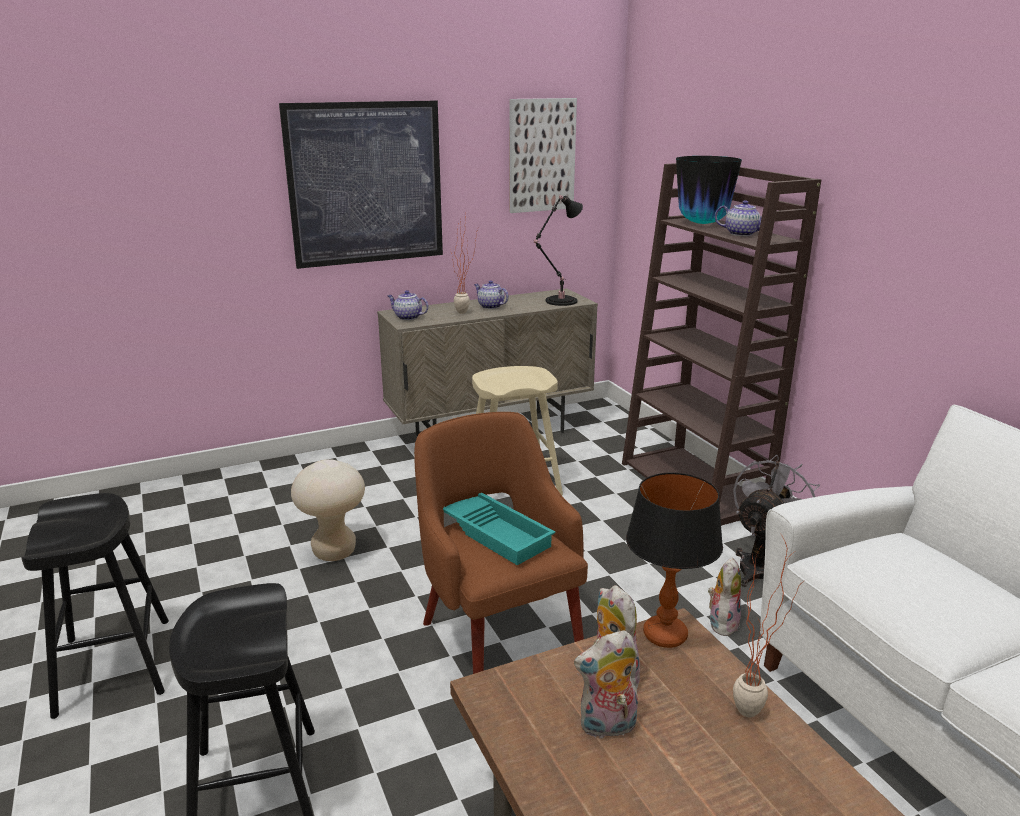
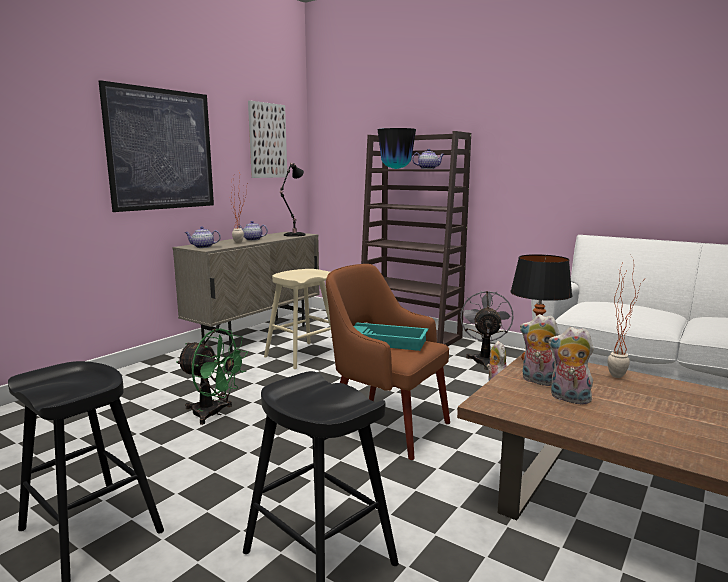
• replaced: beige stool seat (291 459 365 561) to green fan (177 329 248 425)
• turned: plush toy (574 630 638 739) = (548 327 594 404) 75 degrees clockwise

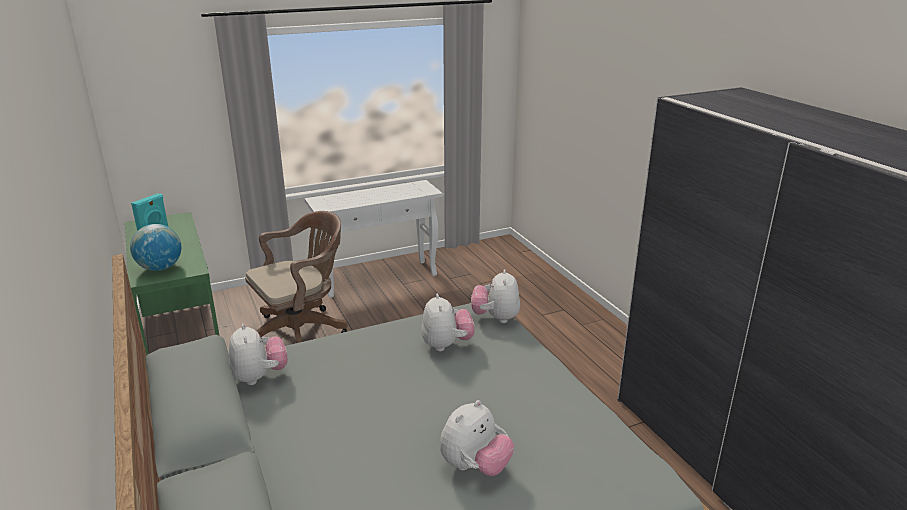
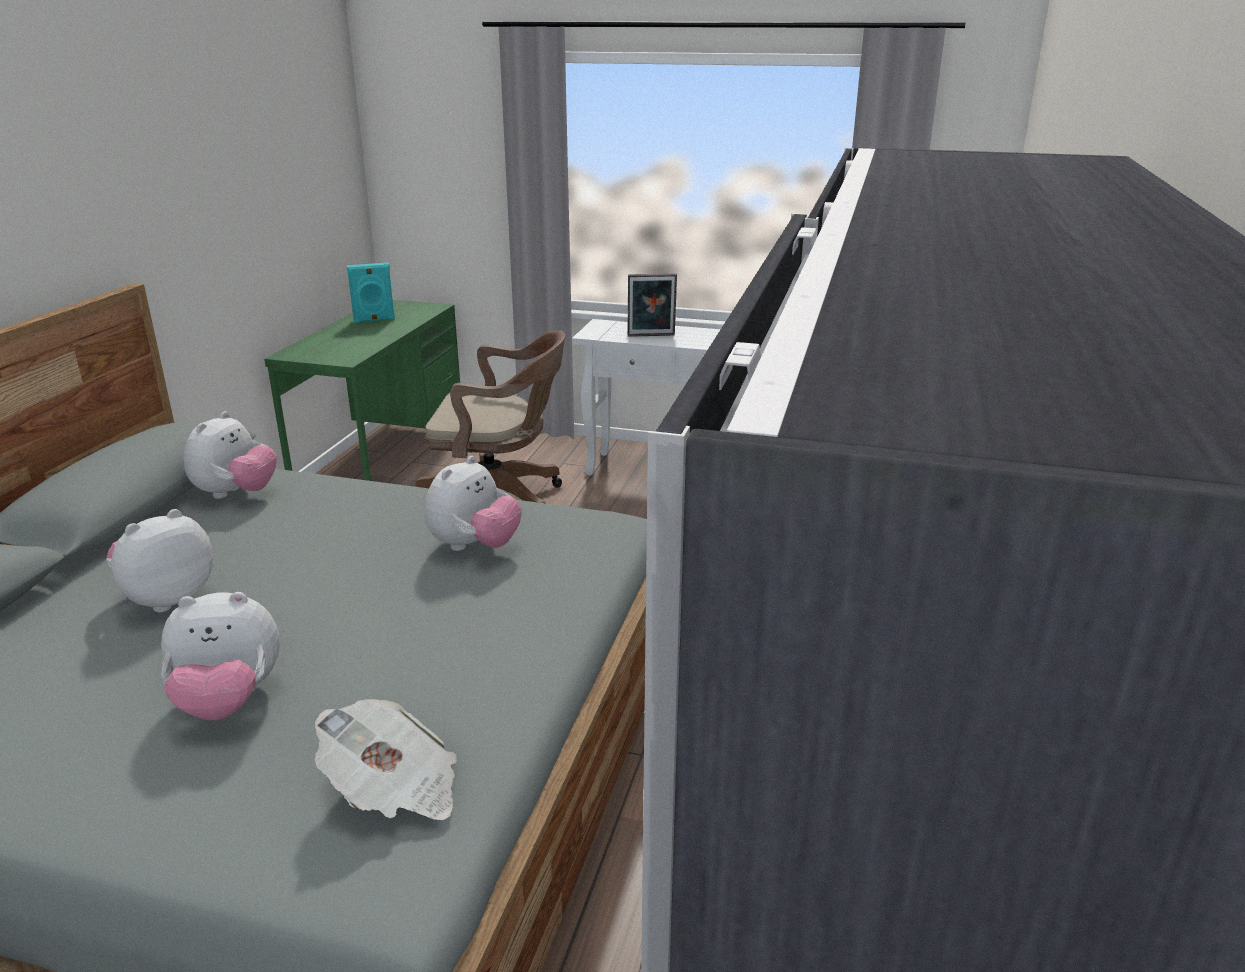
• moved: plush toy (471 269 520 323) to (106 509 213 612)
• added: newspaper (314 699 457 820)
• added: standing frame (627 273 677 337)
• removed: globe (130 224 181 271)

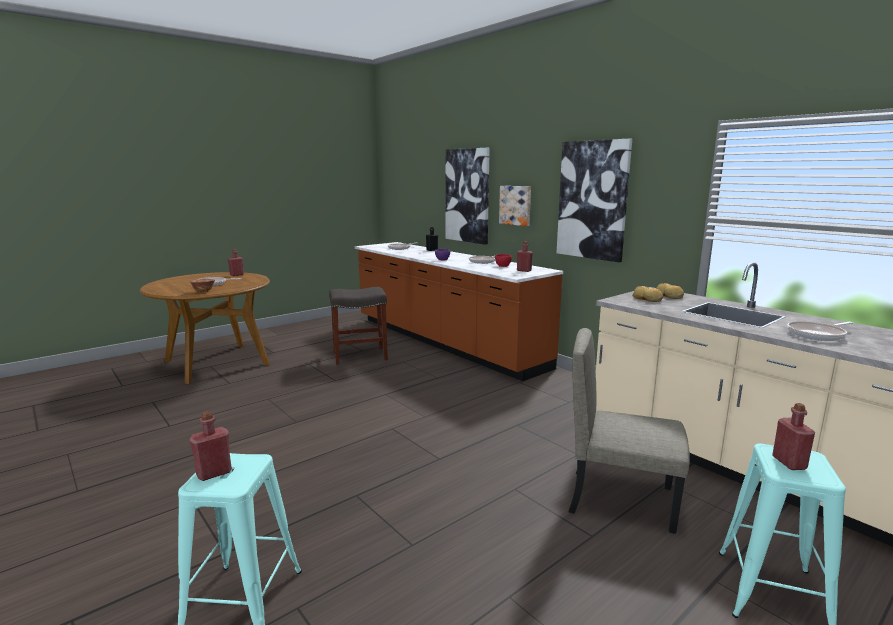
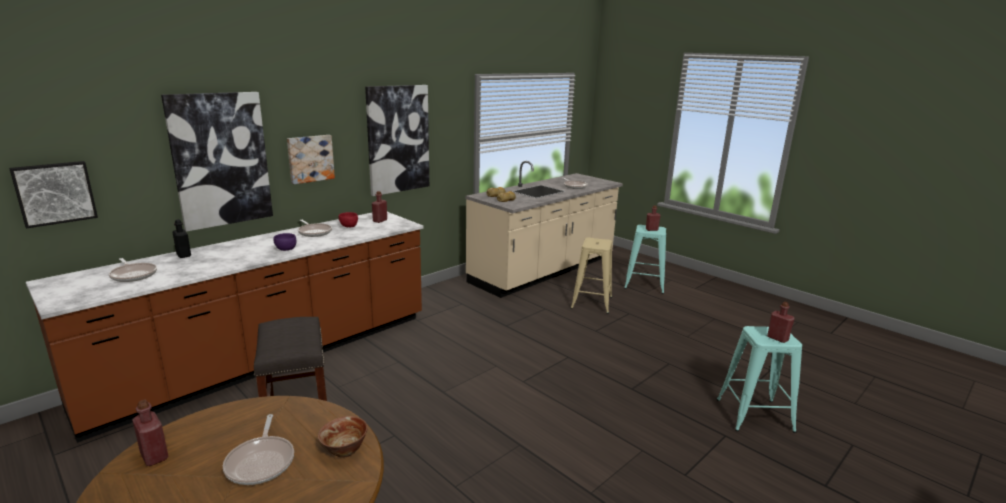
• added: picture (9 161 98 229)
• replaced: beige chair (568 328 690 534) to beige stool seat (571 238 612 314)

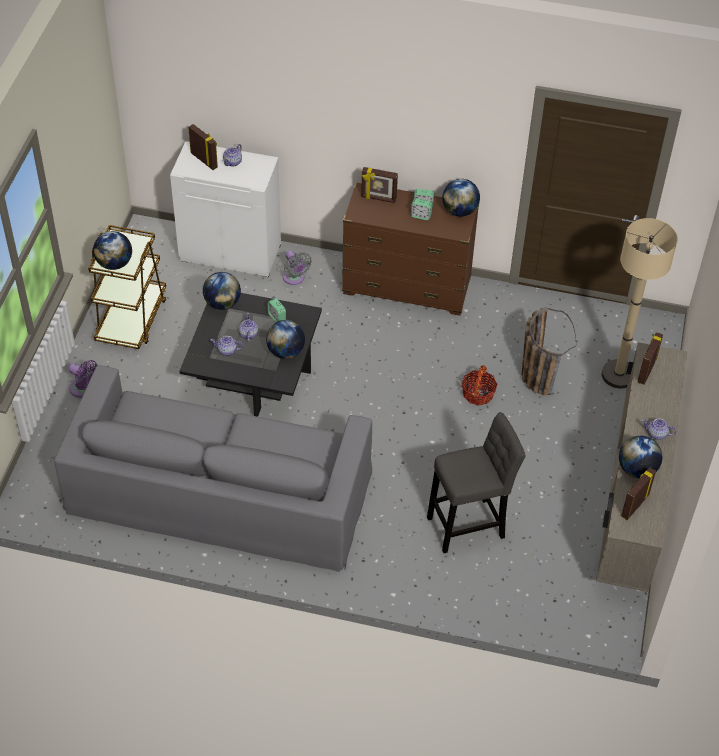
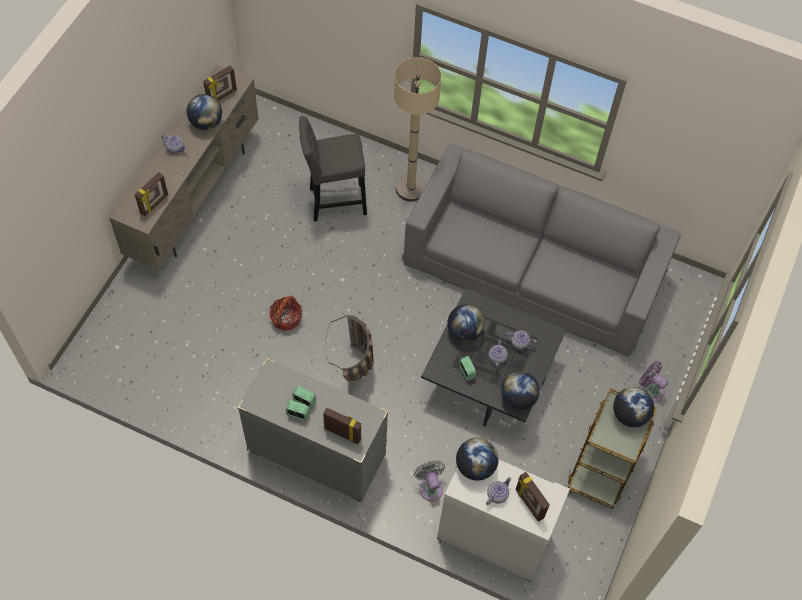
• recoloured: brown drawer chest (342 182 479 316) to gray drawer chest (237 358 388 502)
• moved: storage basket (522 307 576 395) to (325 315 374 382)
• moved: beige standard lamp (601 218 678 389) to (394 57 441 202)
• moved: globe (442 179 480 217) to (456 438 499 481)

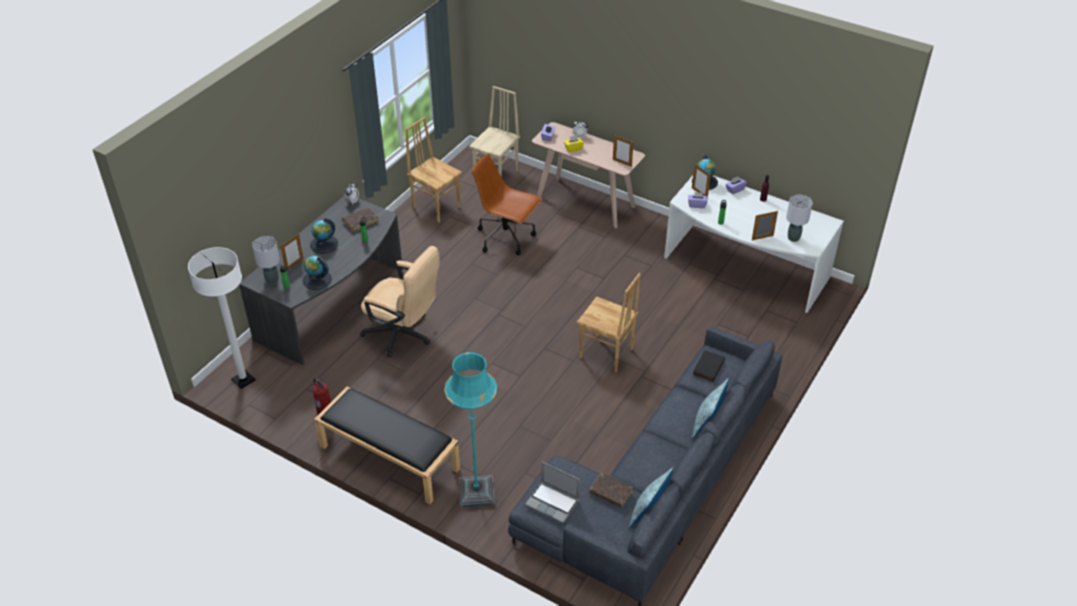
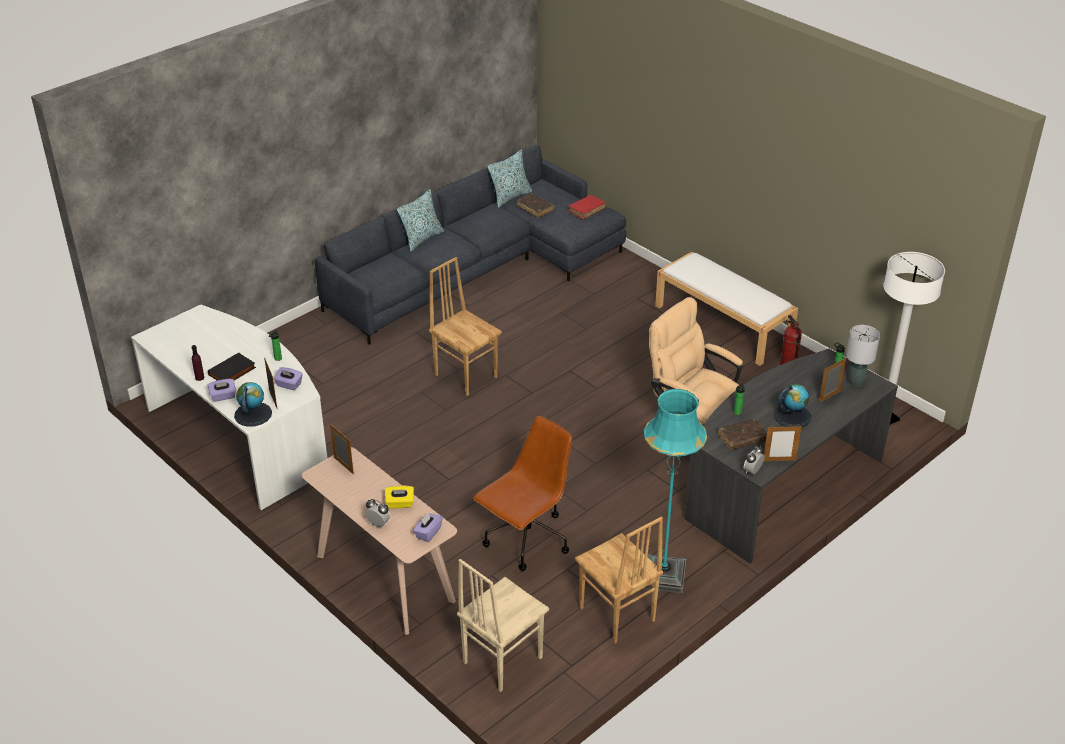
• moved: black-coloured book (692 350 725 382) to (208 353 256 380)
• turned: brown office chair (472 153 542 255) = (473 416 572 571) 90 degrees counterclockwise
• replaced: portable computer (525 462 580 523) to red book (568 195 606 219)
• moved: turquoise standard lamp (444 352 497 508) to (644 389 707 593)
• recoloured: black-coloured bench (314 387 460 504) to whitish bench (655 252 798 366)
• moved: standing frame (752 211 778 240) to (764 426 801 461)
• removed: globe (302 255 332 290)
• removed: gray lamp for a table (786 195 813 242)

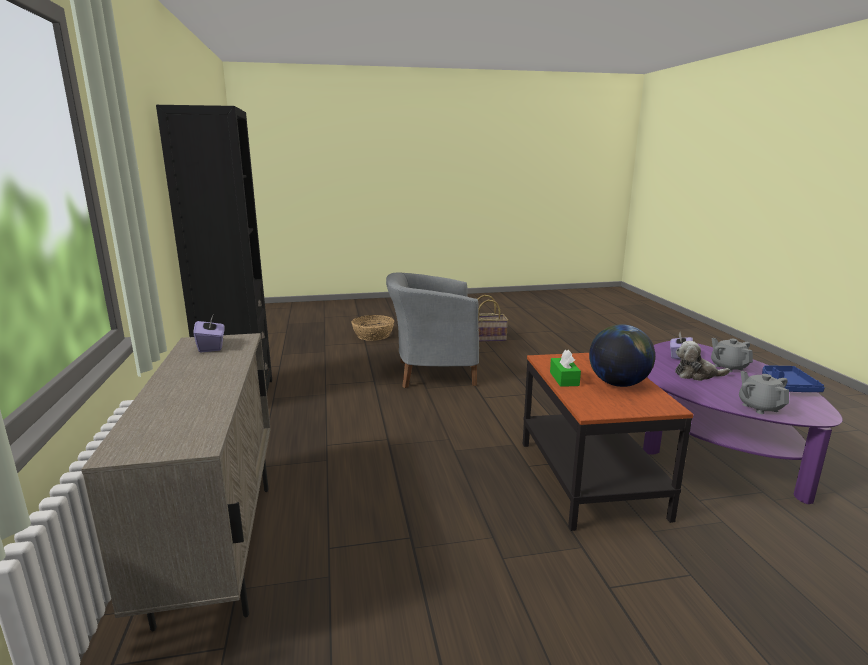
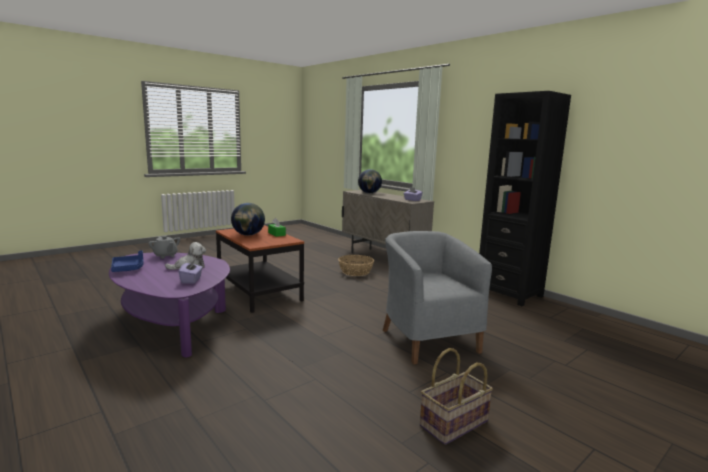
• moved: storage basket (352 315 394 341) to (338 255 374 276)
• added: globe (358 169 382 193)
• turned: gray easy chair (386 272 479 388) = (383 231 492 364) 75 degrees counterclockwise
• removed: gray tea pot (711 338 753 372)

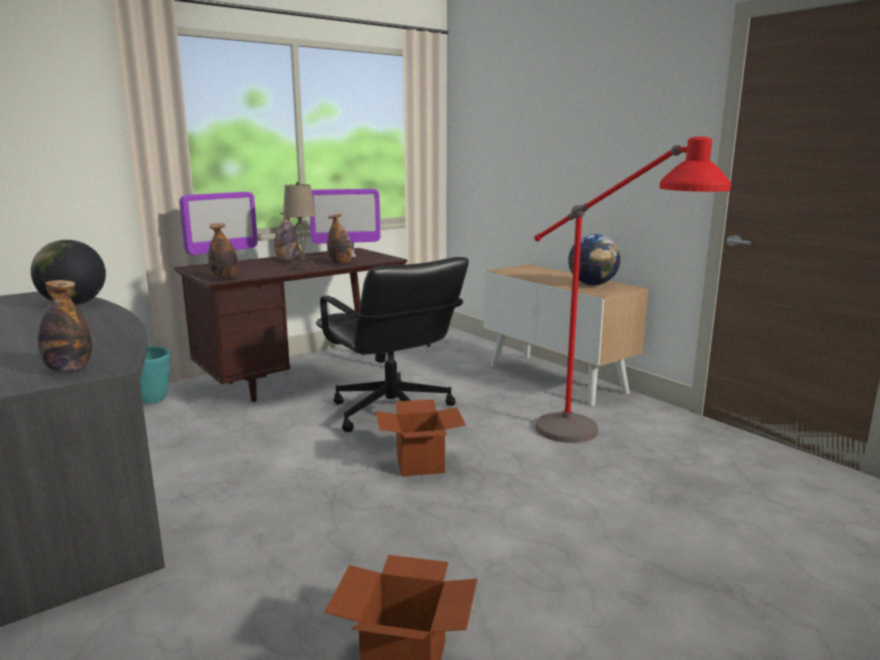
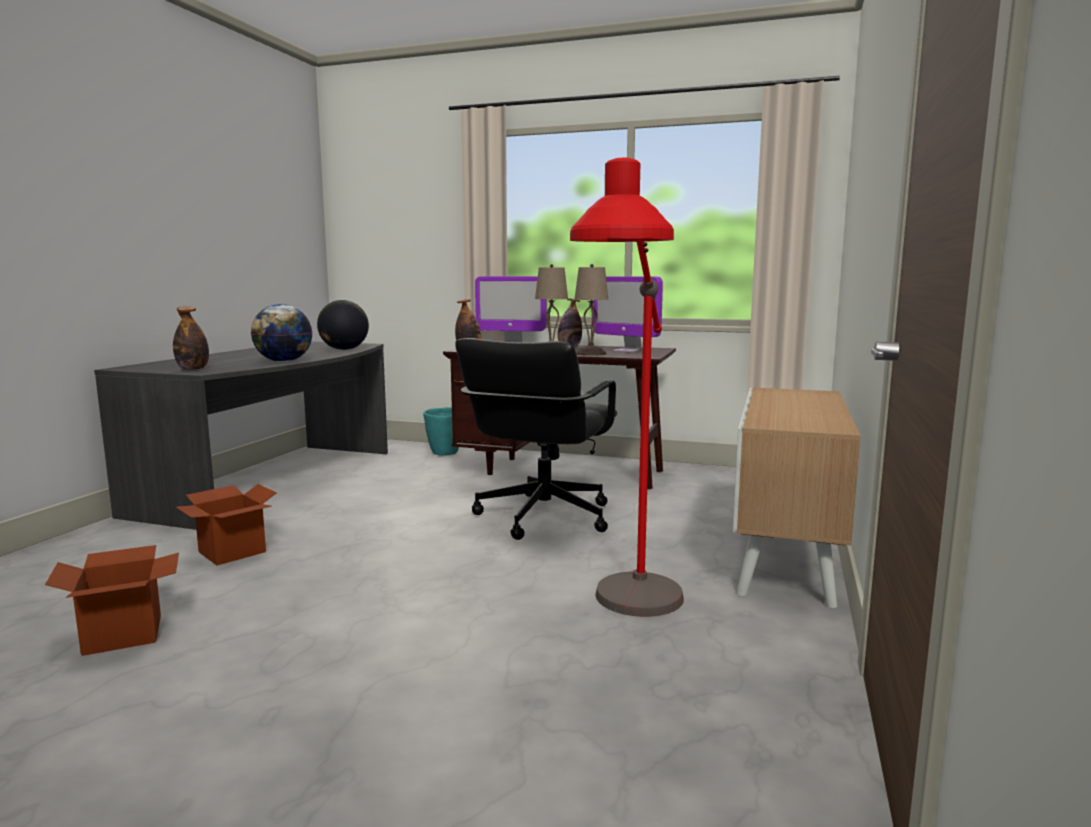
• moved: carton (376 399 466 477) to (176 484 276 565)
• moved: globe (568 234 621 285) to (251 304 313 362)
• replaced: beverage bottle (327 214 352 264) to beige lamp for a table (575 264 608 356)

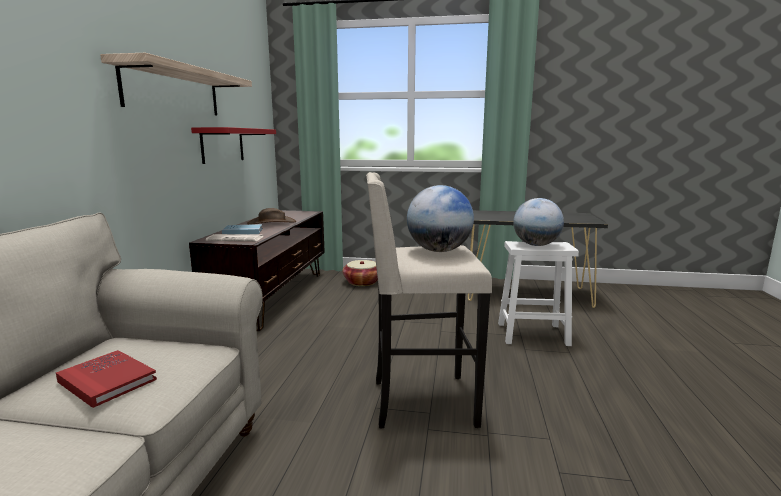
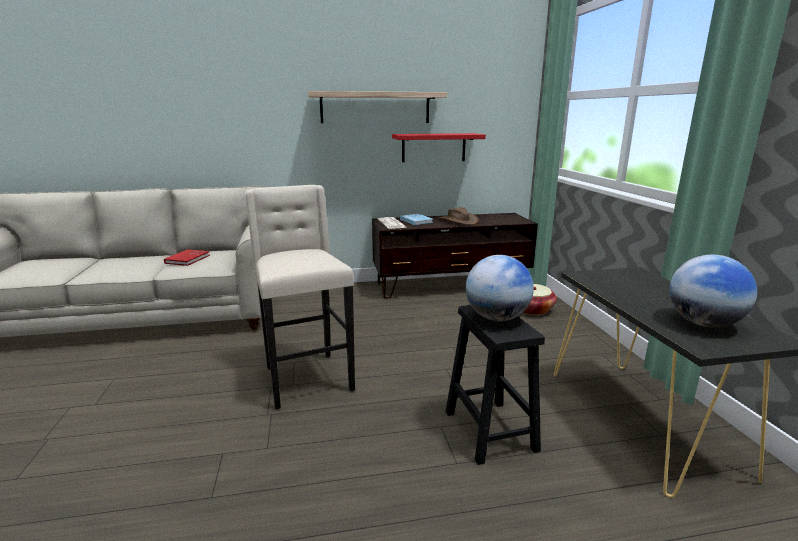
• recoloured: whitish stool seat (498 241 579 346) to black-coloured stool seat (446 305 545 465)
• moved: globe (407 185 474 252) to (669 255 757 327)

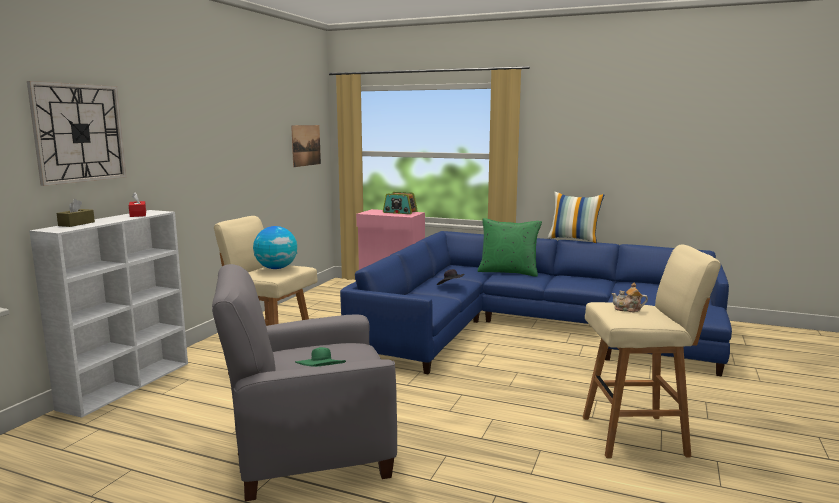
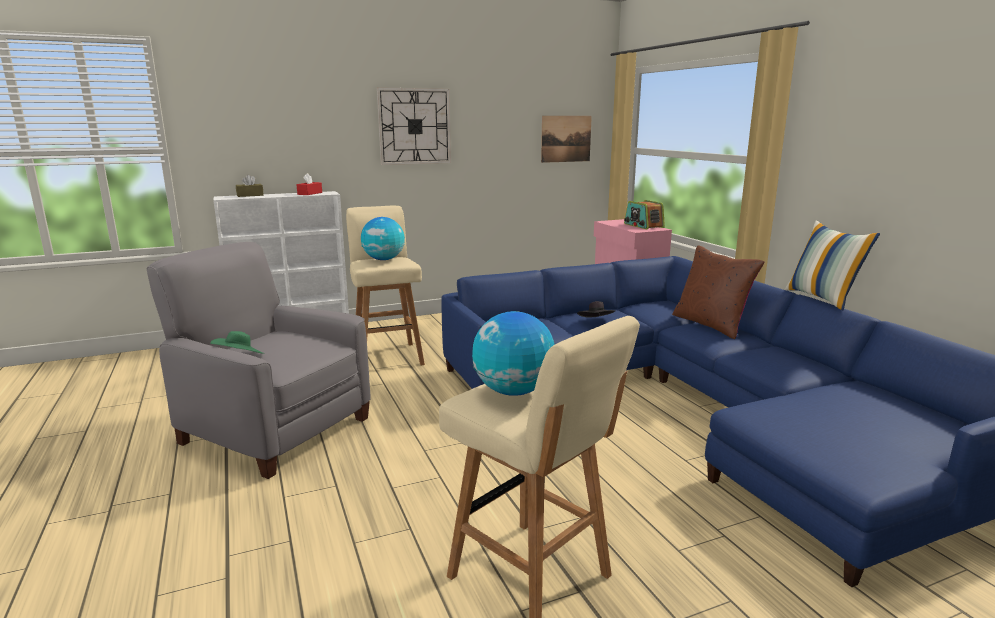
• moved: hanging clock (27 81 126 186) to (377 87 451 165)
• replaced: tea pot (611 283 648 312) to globe (472 311 555 396)
• recoloured: green pillow (477 218 542 277) to brown pillow (672 245 764 339)

